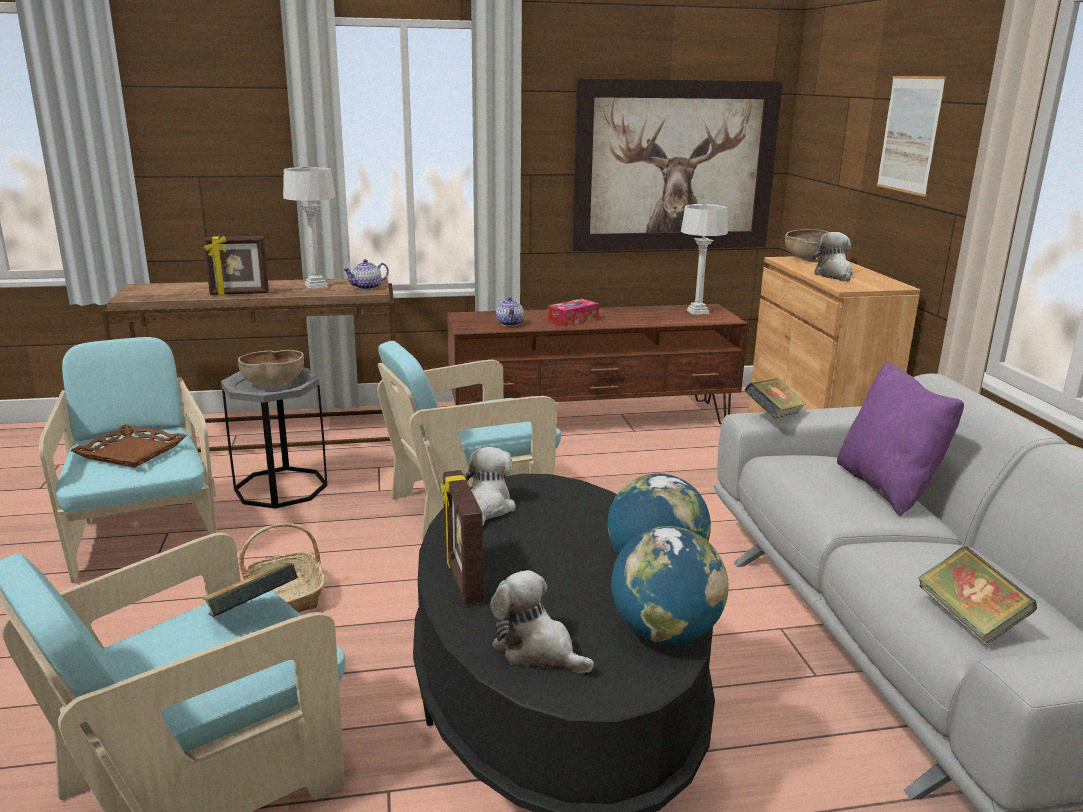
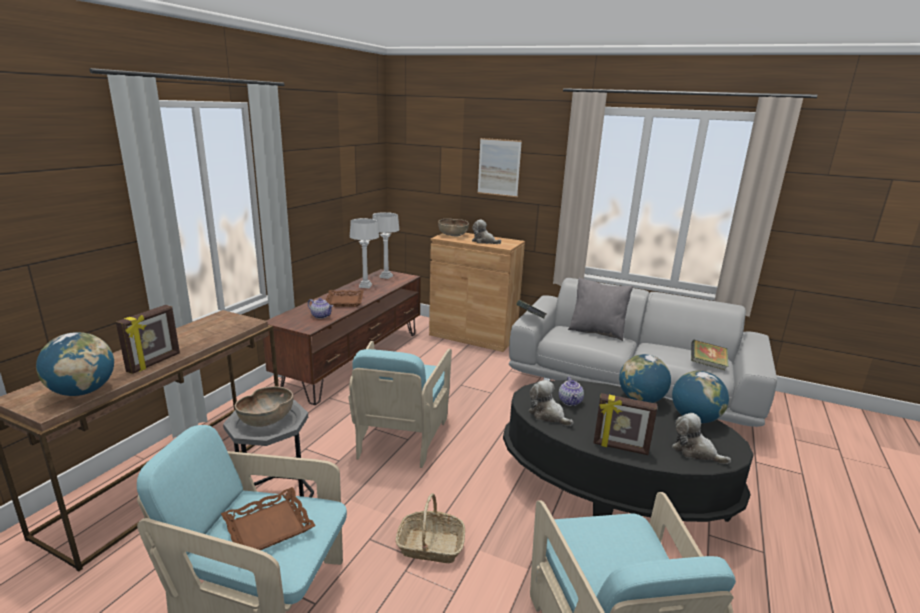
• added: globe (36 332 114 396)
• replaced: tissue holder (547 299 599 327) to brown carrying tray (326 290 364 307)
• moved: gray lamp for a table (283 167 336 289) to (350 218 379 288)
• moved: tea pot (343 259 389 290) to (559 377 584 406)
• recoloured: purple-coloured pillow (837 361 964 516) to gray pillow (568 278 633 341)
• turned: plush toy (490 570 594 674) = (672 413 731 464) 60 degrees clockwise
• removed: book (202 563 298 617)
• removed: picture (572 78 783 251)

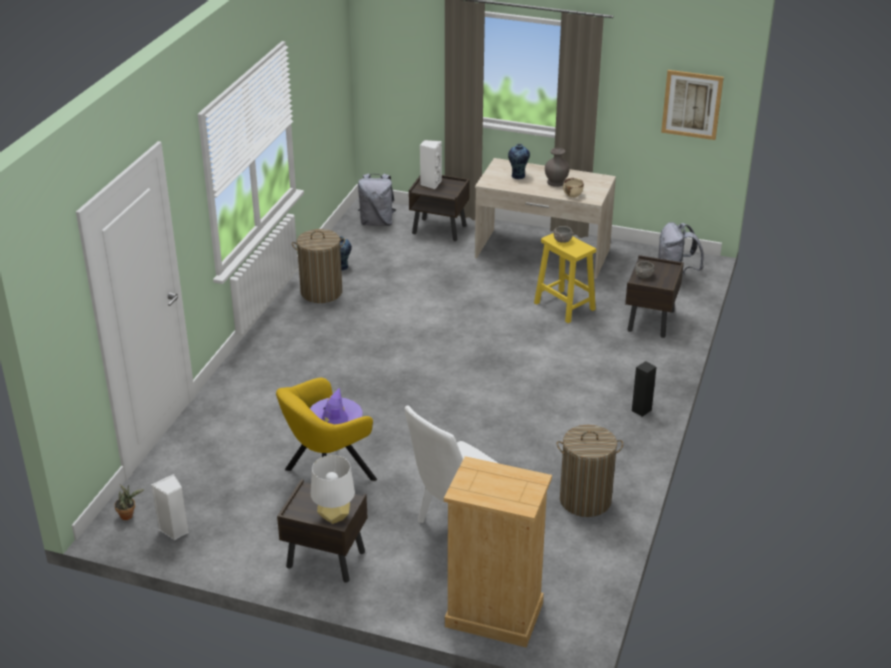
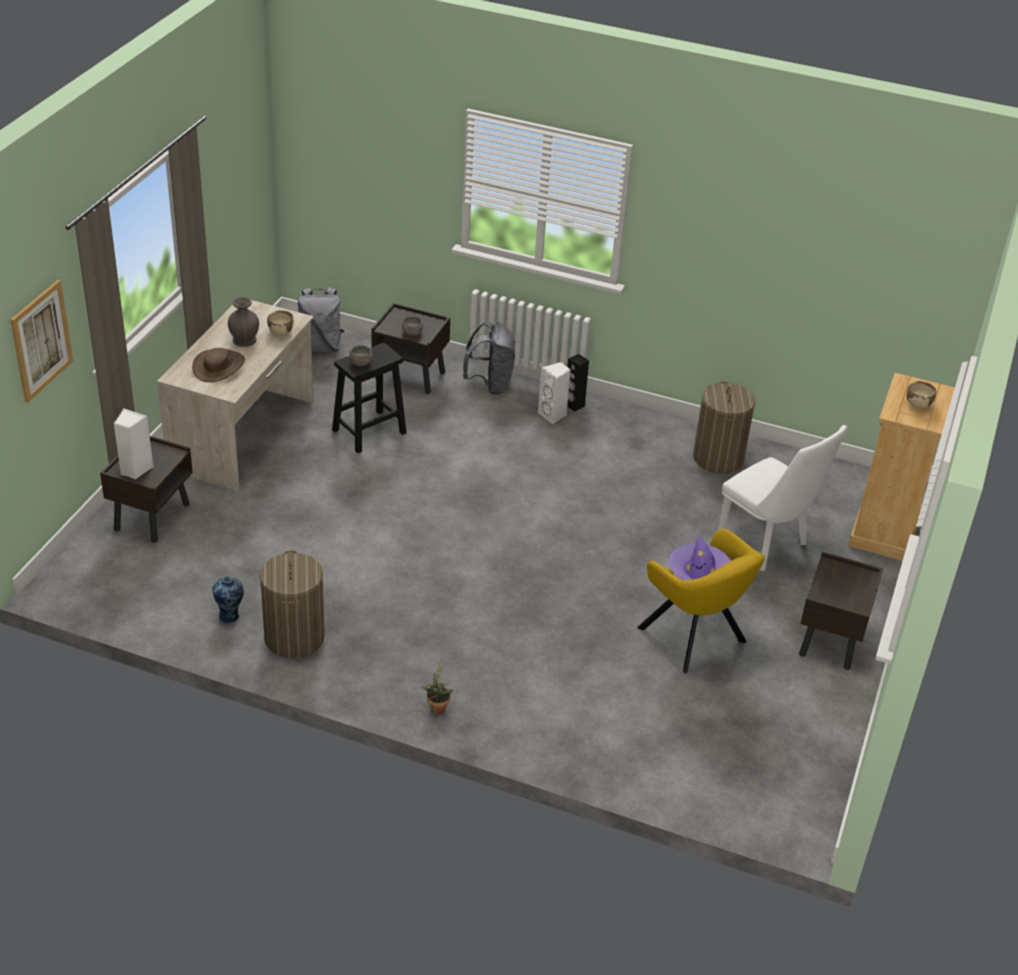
• moved: picture (661 70 724 140) to (10 280 73 403)
• replaced: flower vase (508 144 530 179) to brown wearable hat (192 348 245 382)
• recoloured: yellow stool seat (534 233 596 323) to black-coloured stool seat (332 343 406 453)
• moved: potted plant (114 484 145 520) to (422 658 453 714)
• moved: gray knapsack (358 173 396 226) to (463 322 516 395)
• moved: whitish speaker (151 474 189 540) to (538 362 571 424)
• added: beige deep dish (907 381 936 409)
• removed: whitish lamp for a table (311 455 355 524)

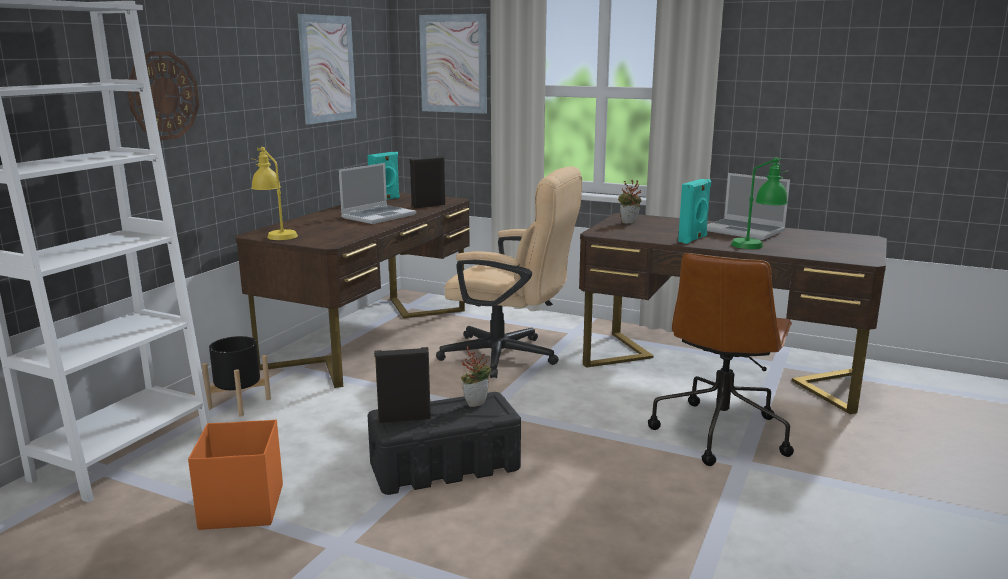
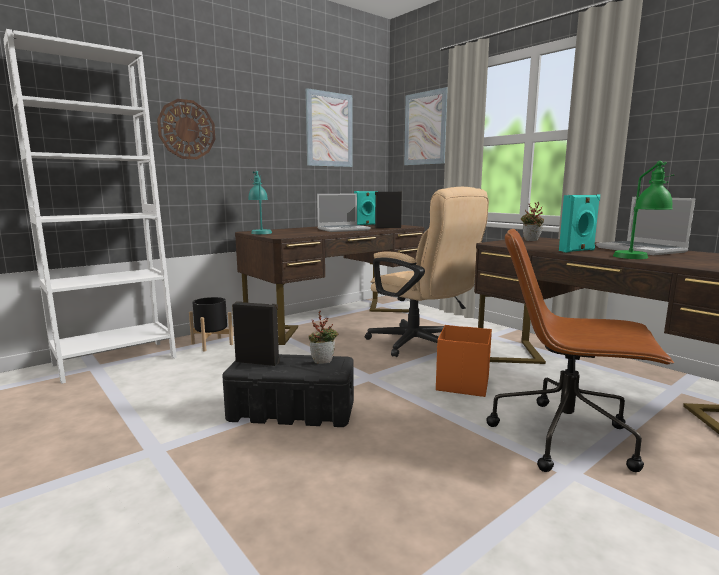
• recoloured: yellow lamp for a table (251 147 298 240) to turquoise lamp for a table (248 171 272 234)
• moved: orange storage box (188 420 283 530) to (436 325 492 397)
• turned: brown office chair (648 253 794 466) = (486 229 674 472) 60 degrees clockwise

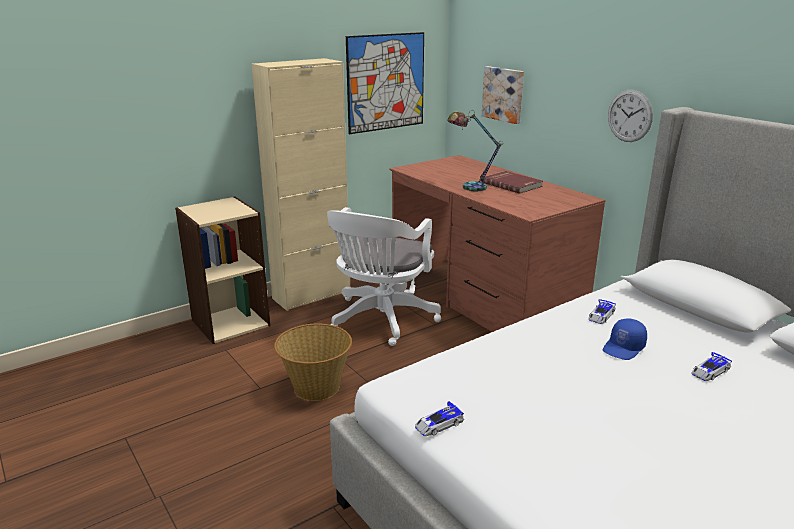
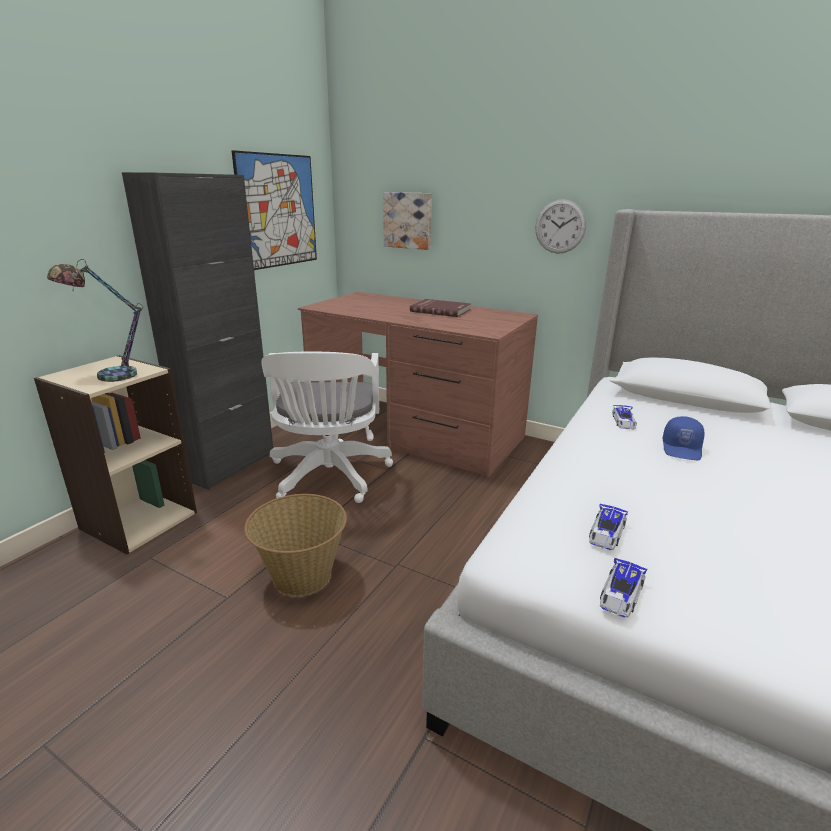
• moved: lamp for a table (447 110 503 191) to (47 259 143 382)
• recoloured: beige storage cabinet (251 58 350 311) to black-coloured storage cabinet (122 172 273 490)
• moved: miniature car (691 352 732 381) to (589 504 628 550)

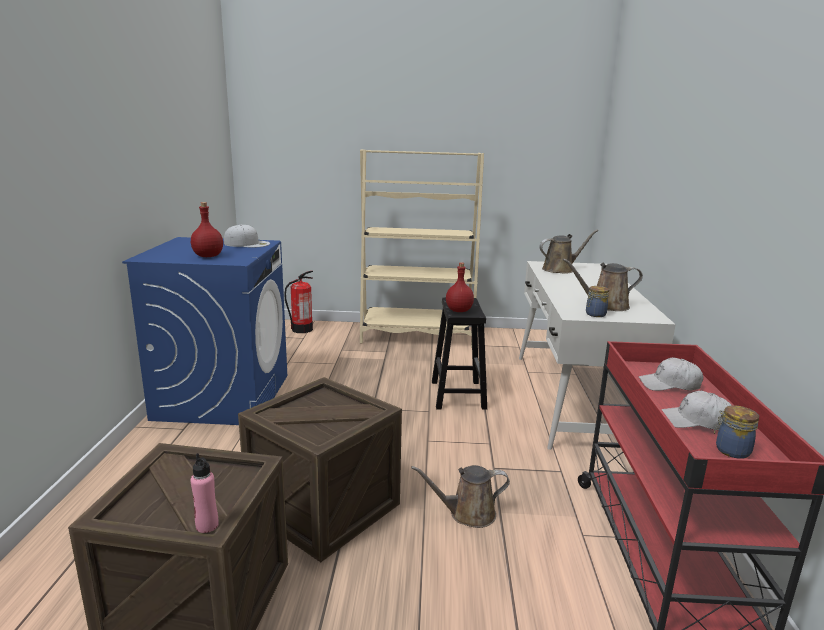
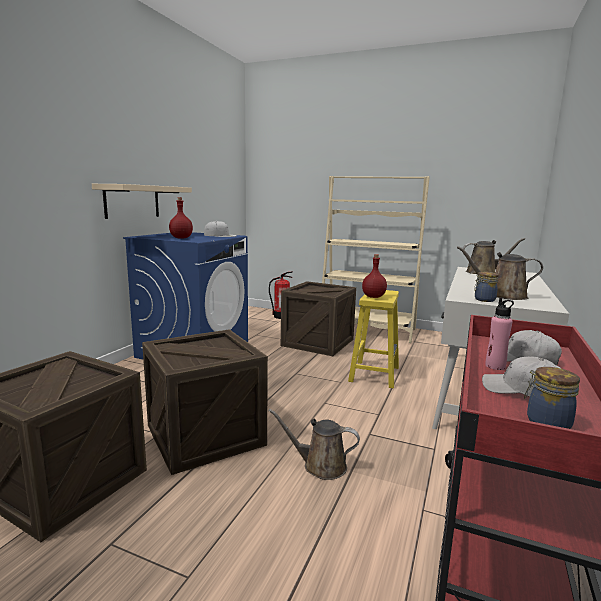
• added: beige bracket shelf (92 184 192 219)
• added: shipping crate (281 281 356 356)
• recoloured: black-coloured stool seat (432 298 487 410) to yellow stool seat (348 290 399 388)
• moved: pink-coloured beverage bottle (191 453 218 533) to (486 298 514 370)

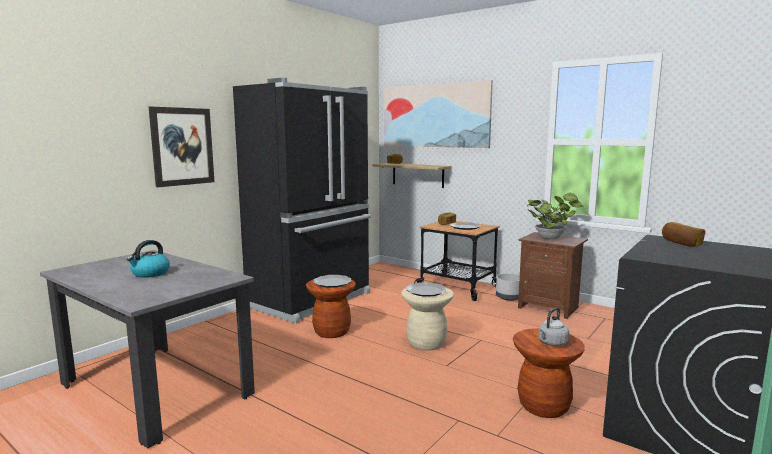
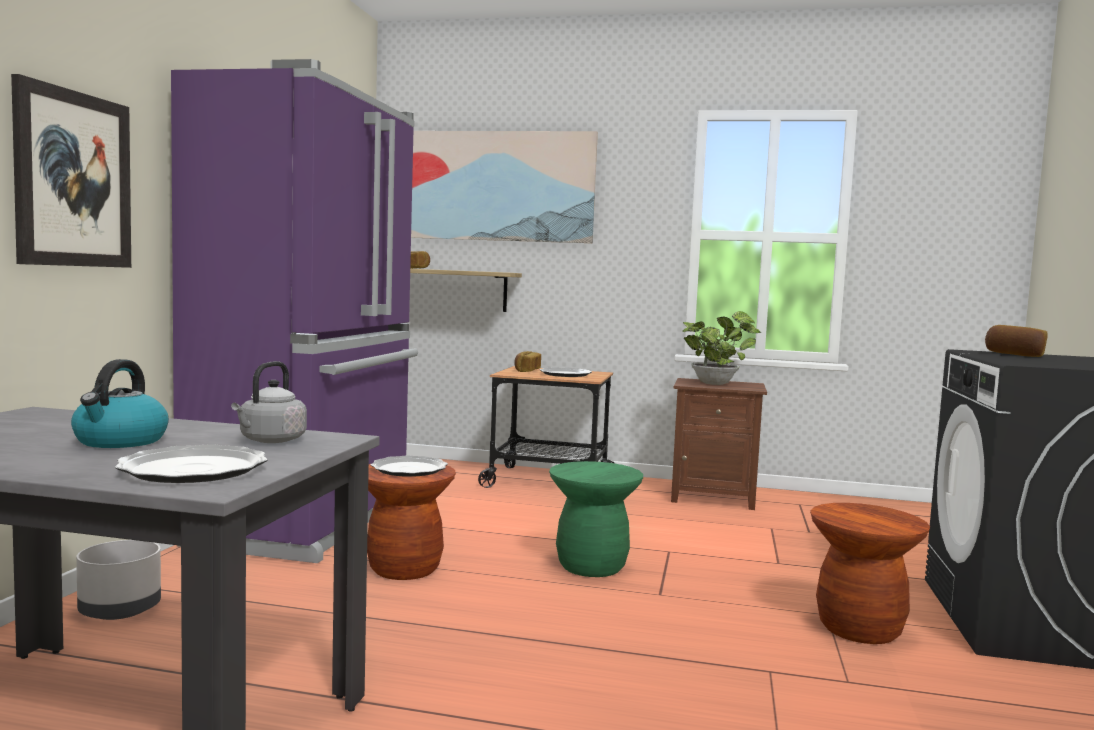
• moved: gray plant pot (496 274 520 301) to (76 540 161 620)
• moved: dinner plate (406 282 446 297) to (115 444 268 483)
• recoloured: black-coloured kitchen fridge (233 78 371 324) to purple-coloured kitchen fridge (171 59 418 563)
• moved: gray tea kettle (538 307 569 346) to (231 361 307 443)
• recoloured: beige stool seat (401 288 454 351) to green stool seat (549 461 643 577)

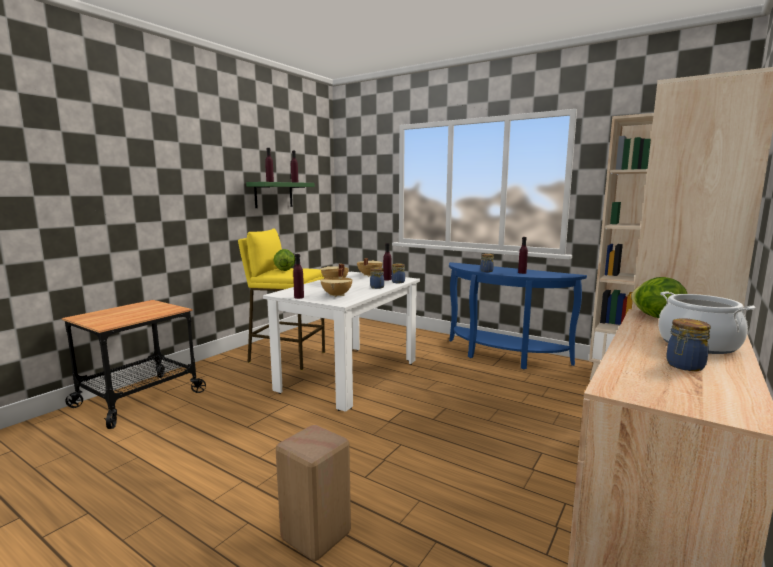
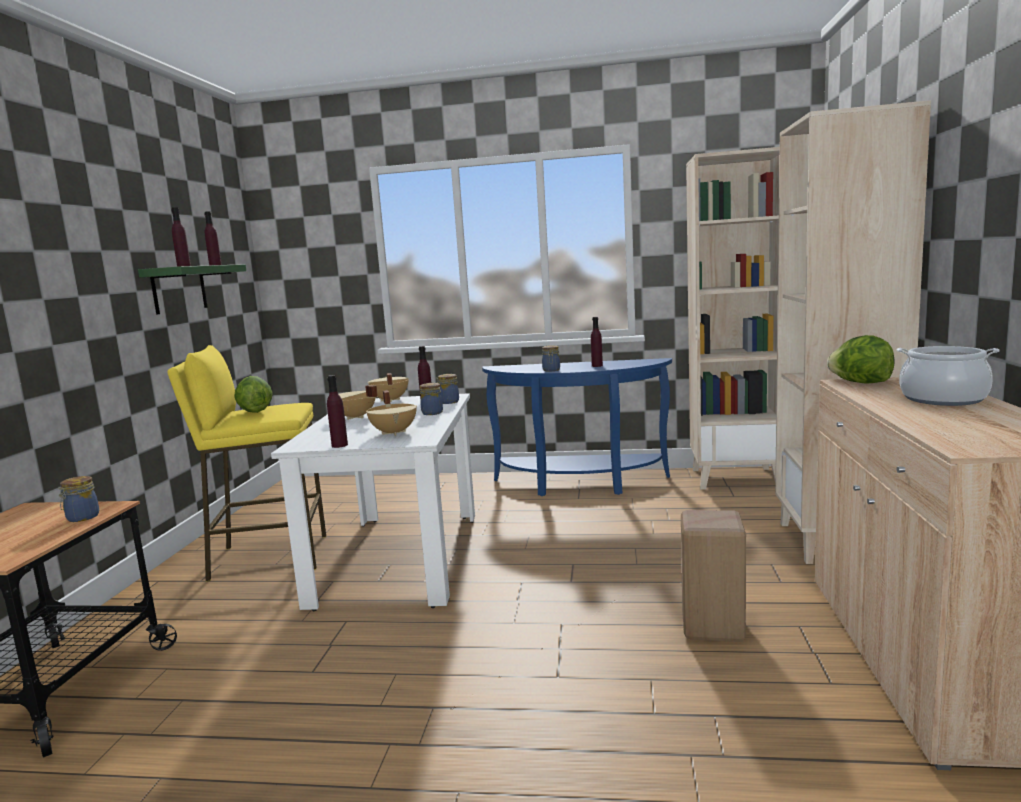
• moved: storage jar (666 318 711 371) to (57 476 99 522)
• moved: beige stool seat (276 425 351 561) to (681 510 746 642)

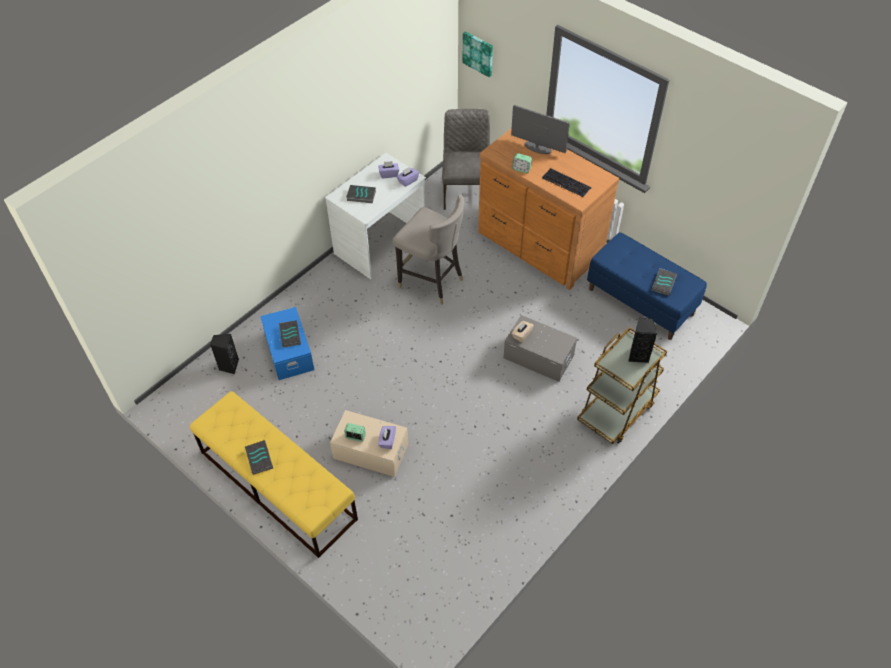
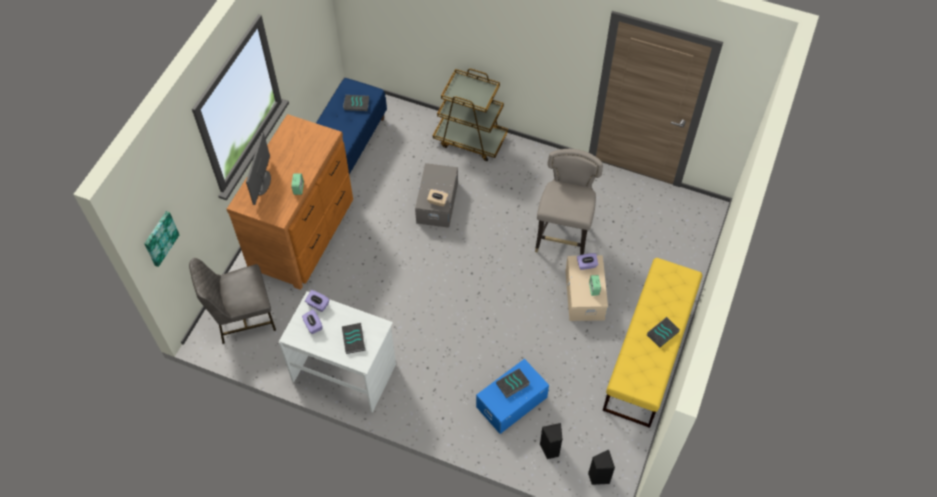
• moved: gray stool seat (392 195 464 305) to (535 149 603 255)
• moved: black-coloured speaker (628 317 657 363) to (588 450 615 485)
• removed: keyboard (542 168 591 197)

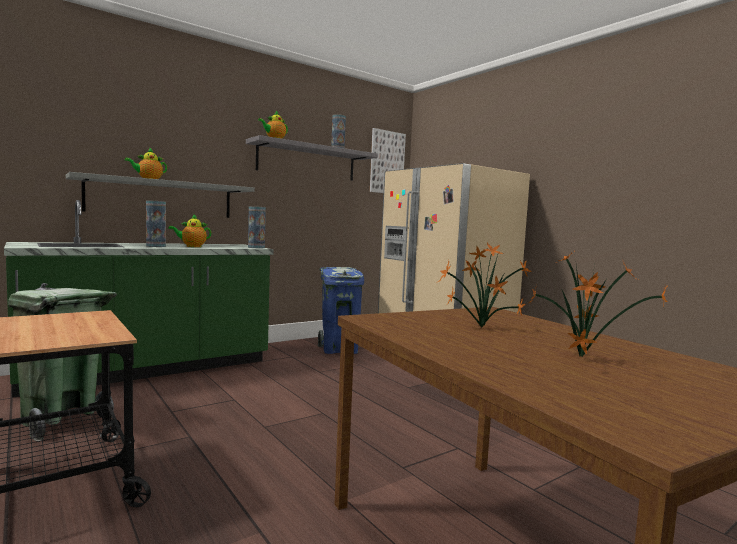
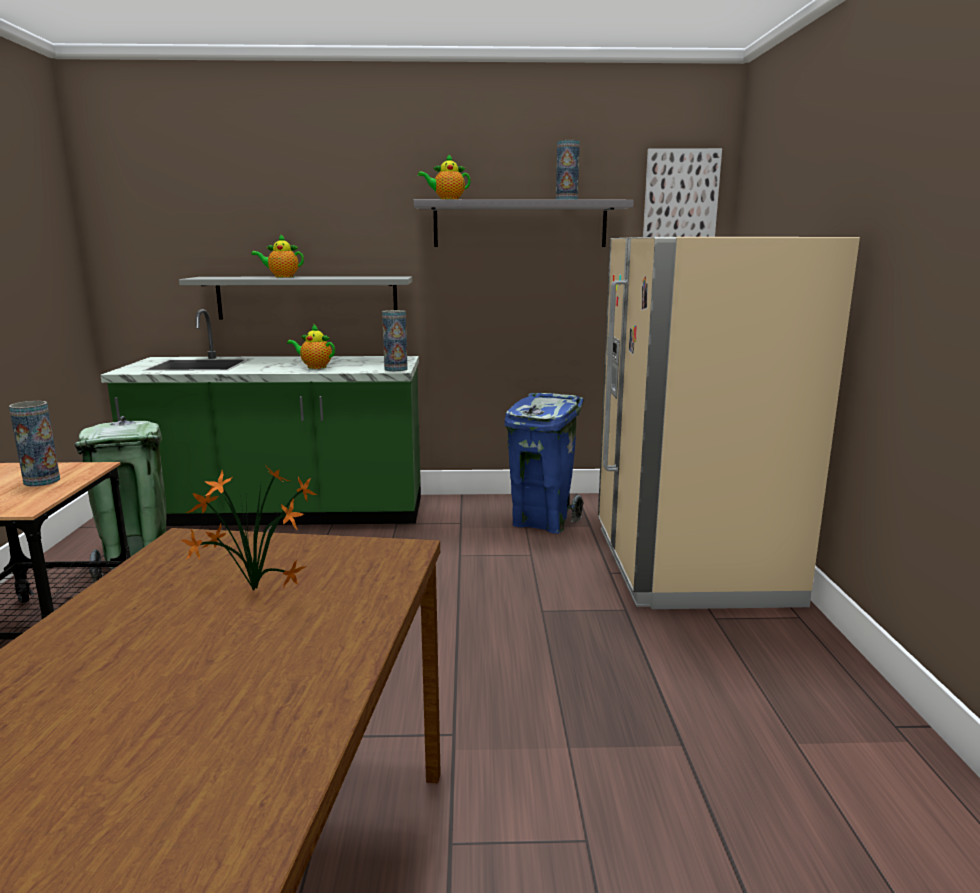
• moved: flower vase (146 200 166 247) to (9 401 60 487)
• removed: potted plant (529 251 667 357)

